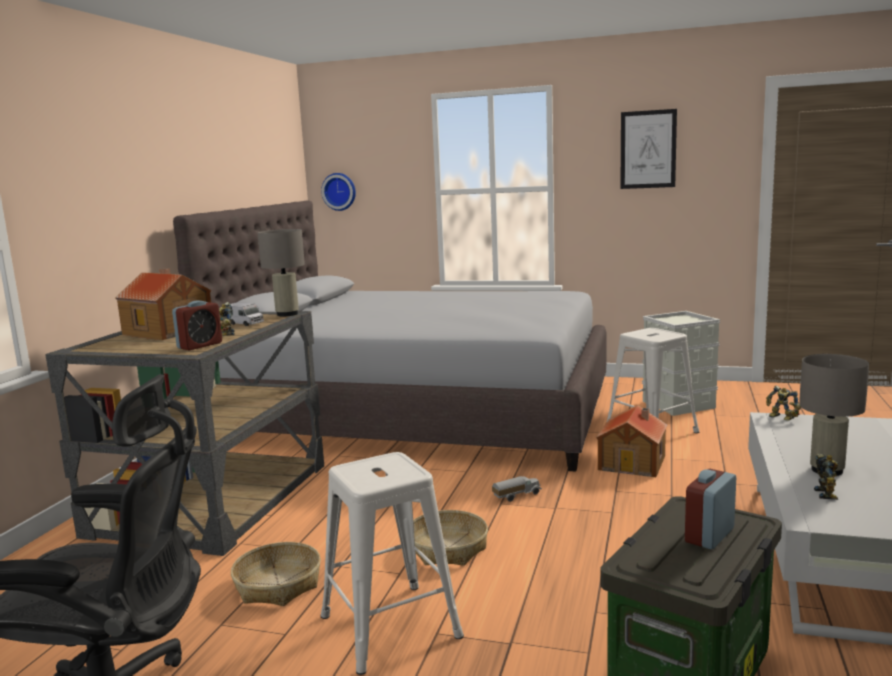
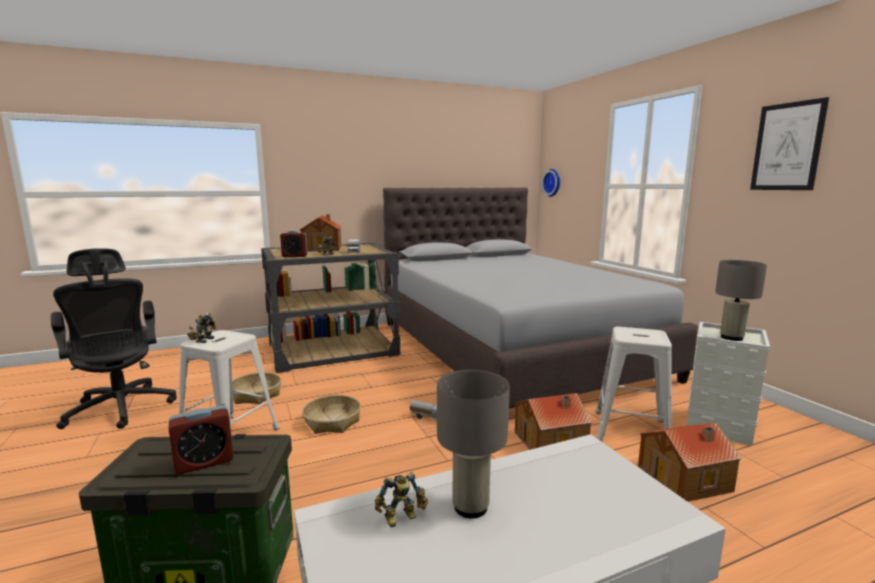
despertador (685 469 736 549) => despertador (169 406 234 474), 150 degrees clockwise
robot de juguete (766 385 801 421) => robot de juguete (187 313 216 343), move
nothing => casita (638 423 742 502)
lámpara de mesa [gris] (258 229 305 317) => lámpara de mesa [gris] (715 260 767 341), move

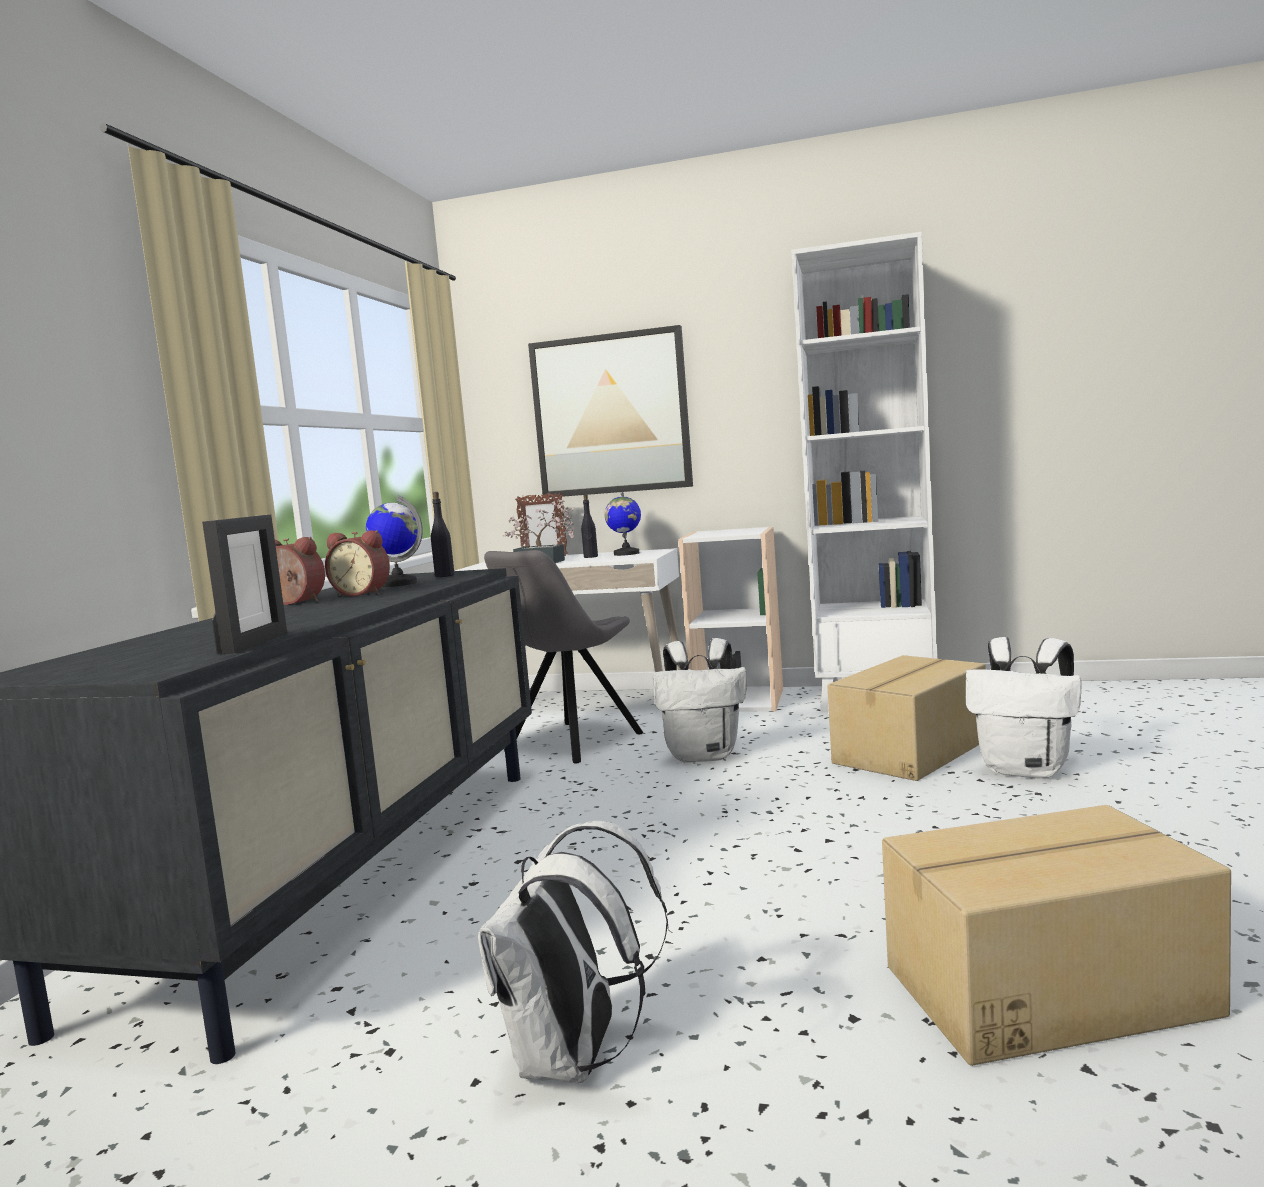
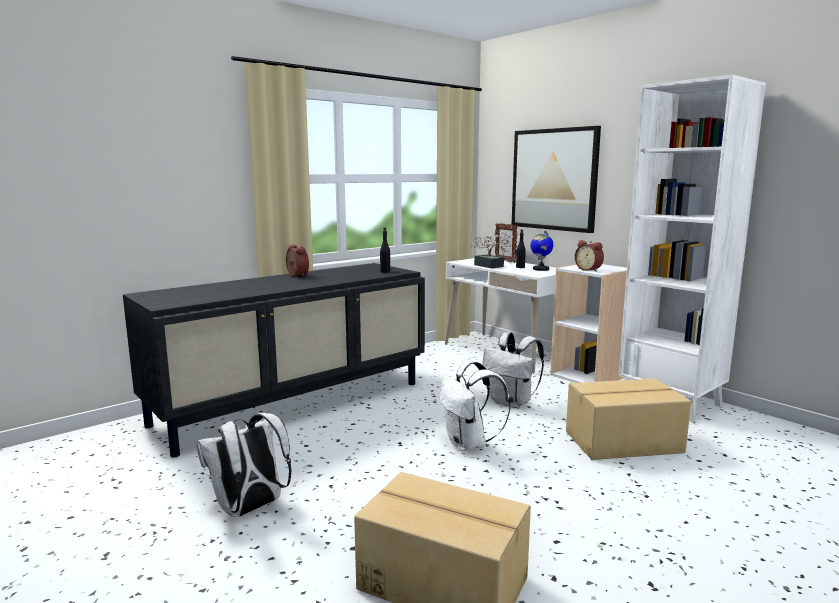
mochila [blanco] (966 637 1082 779) => mochila [blanco] (440 361 510 451), move
despertador (325 530 390 596) => despertador (575 240 604 271), move
portarretratos (202 514 287 654) => nothing
globo terráqueo (366 495 423 587) => nothing
silla [gris] (484 550 644 764) => nothing

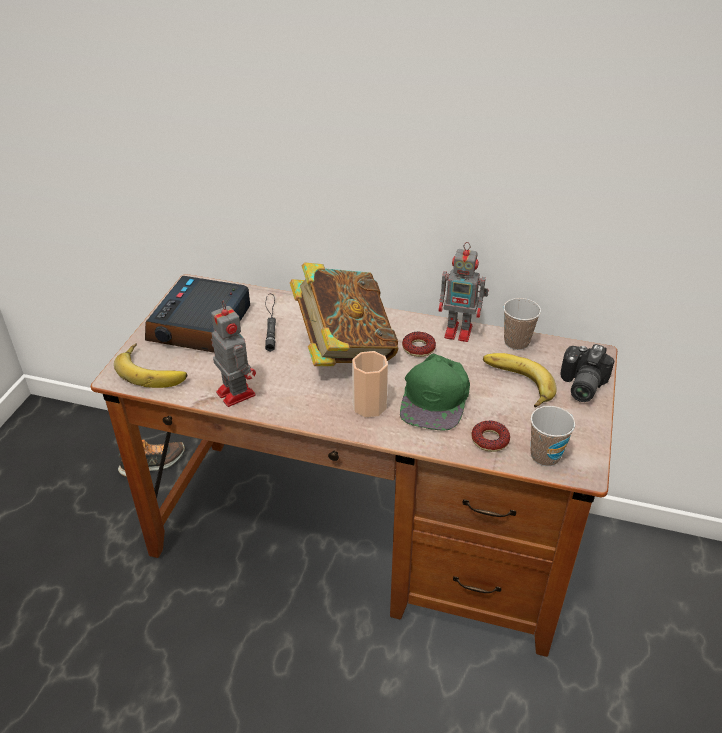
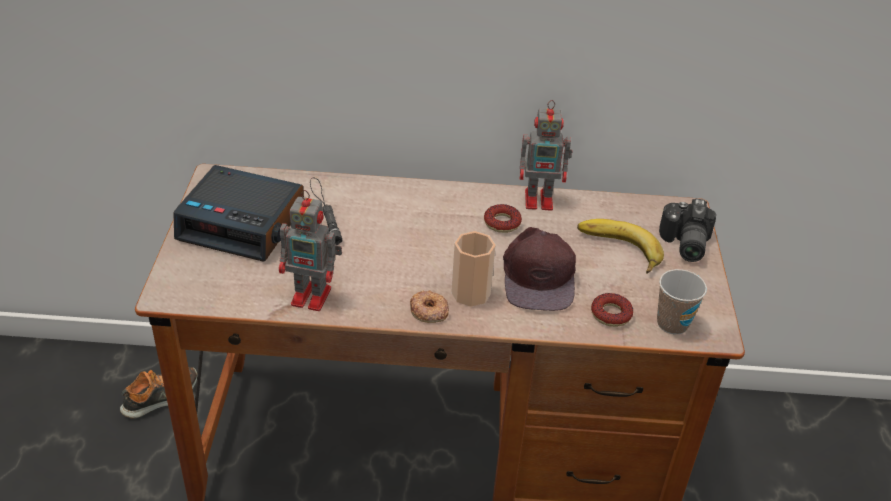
despertador (145 276 250 353) => despertador (174 165 304 261), 75 degrees counterclockwise
robot de juguete (211 301 256 407) => robot de juguete (279 190 342 311), 150 degrees clockwise
nothing => rosquilla (410 290 449 323)
gorra [verde] (400 354 470 430) => gorra [marrón] (503 227 576 311)
plátano (114 343 187 388) => nothing
libro (290 262 398 366) => nothing
taza (503 298 541 350) => nothing

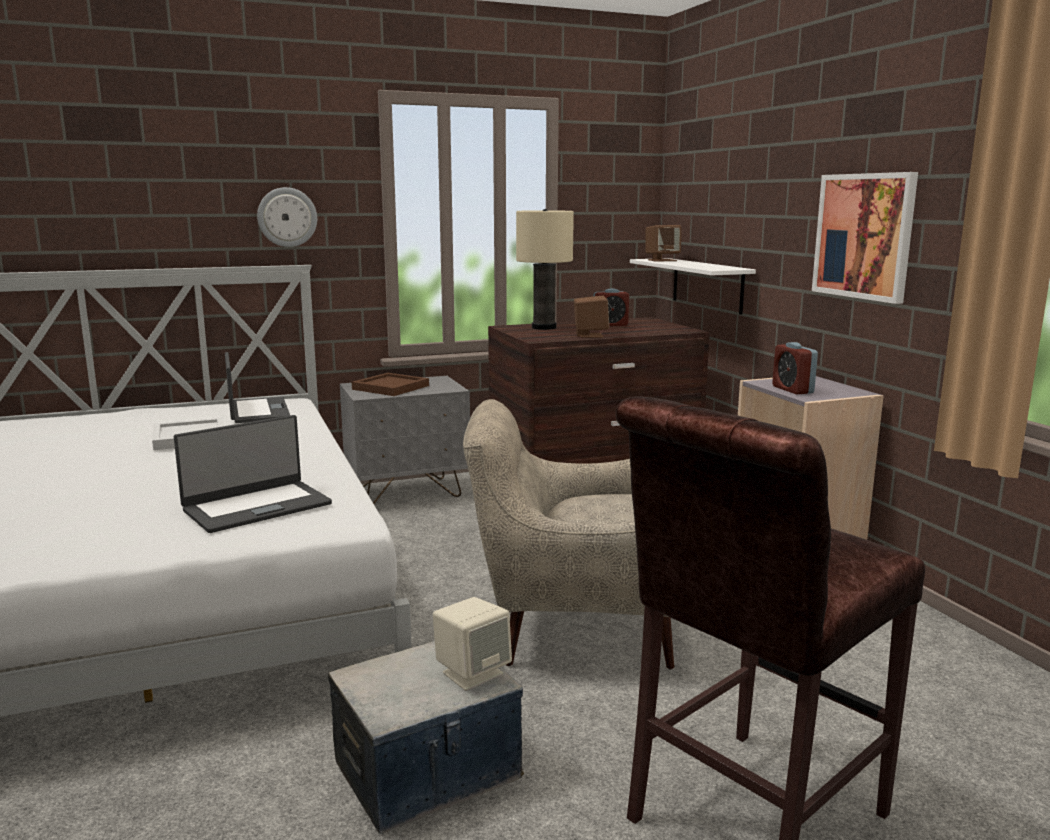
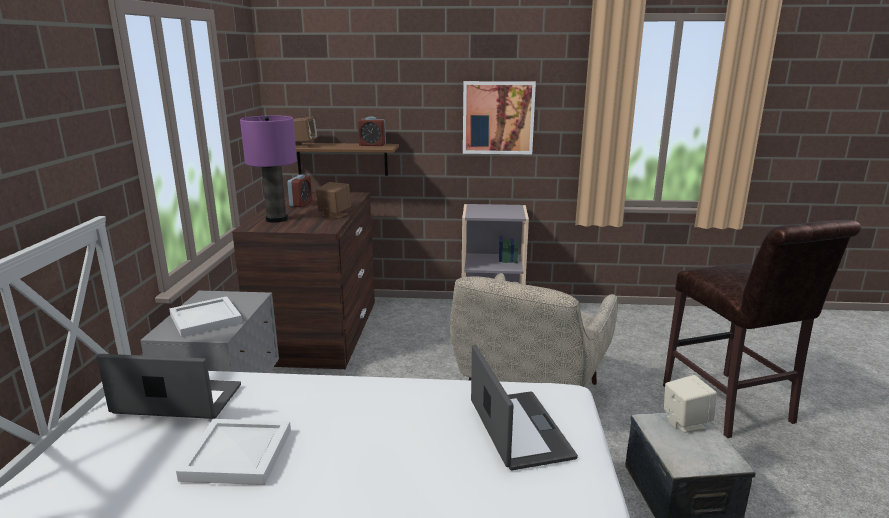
bandeja [marrón] (352 373 429 396) => bandeja [blanco] (169 296 242 337)
lámpara de mesa [beis] (516 209 574 330) => lámpara de mesa [morado] (240 115 297 223)
estante [blanco] (630 258 756 315) => estante [marrón] (296 143 399 176)
despertador (772 342 818 395) => despertador (358 117 386 146), move
reloj de pared (257 187 317 247) => nothing

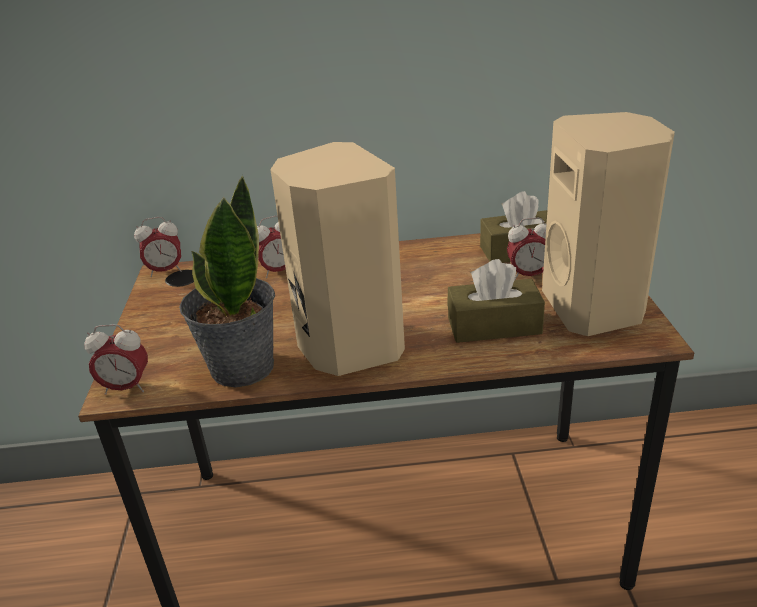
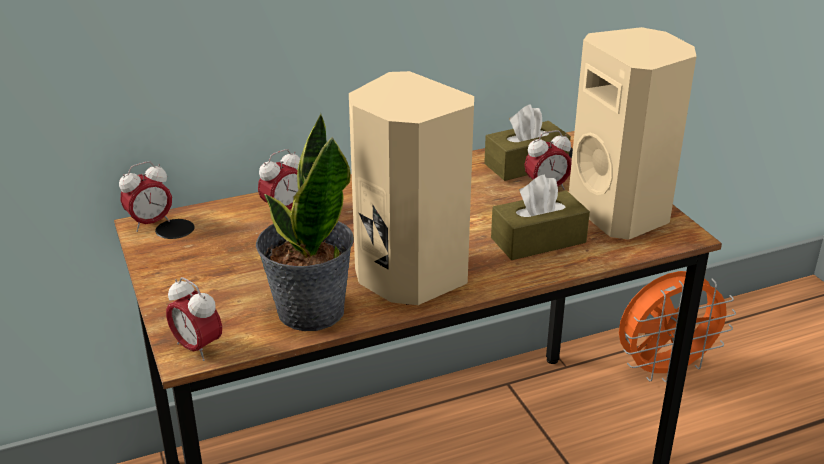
despertador (84 324 148 395) => despertador (166 277 222 361), 60 degrees clockwise
nothing => ventilador [naranja] (619 271 736 382)

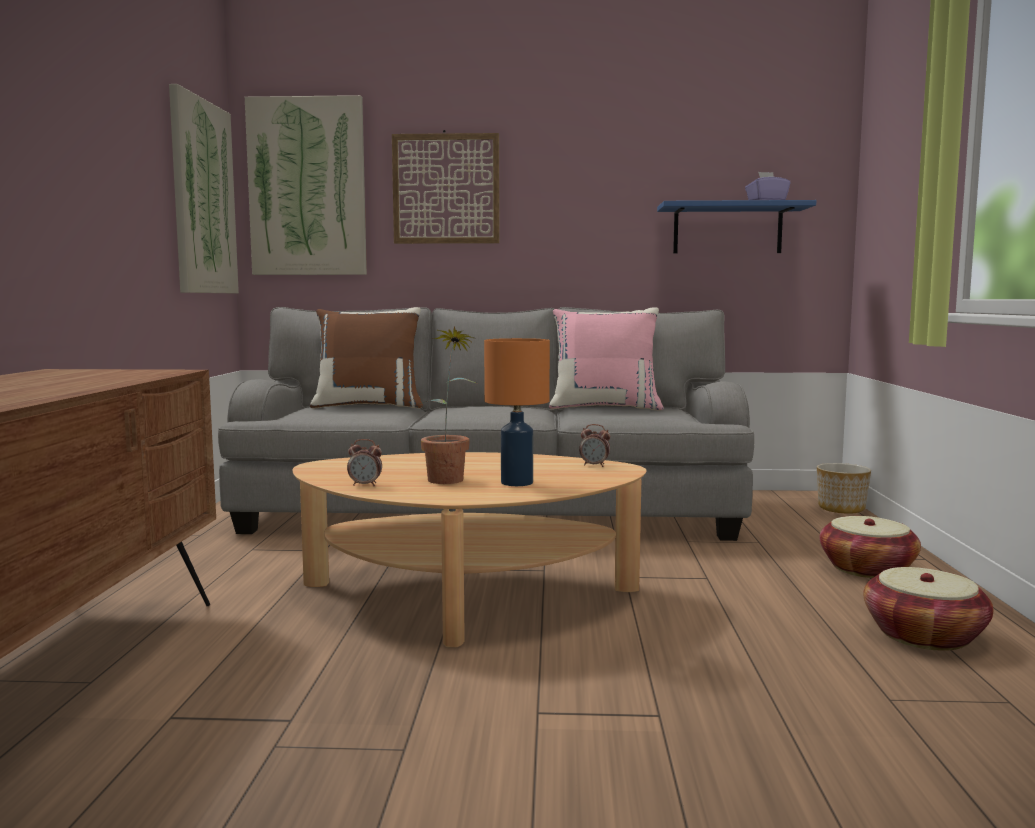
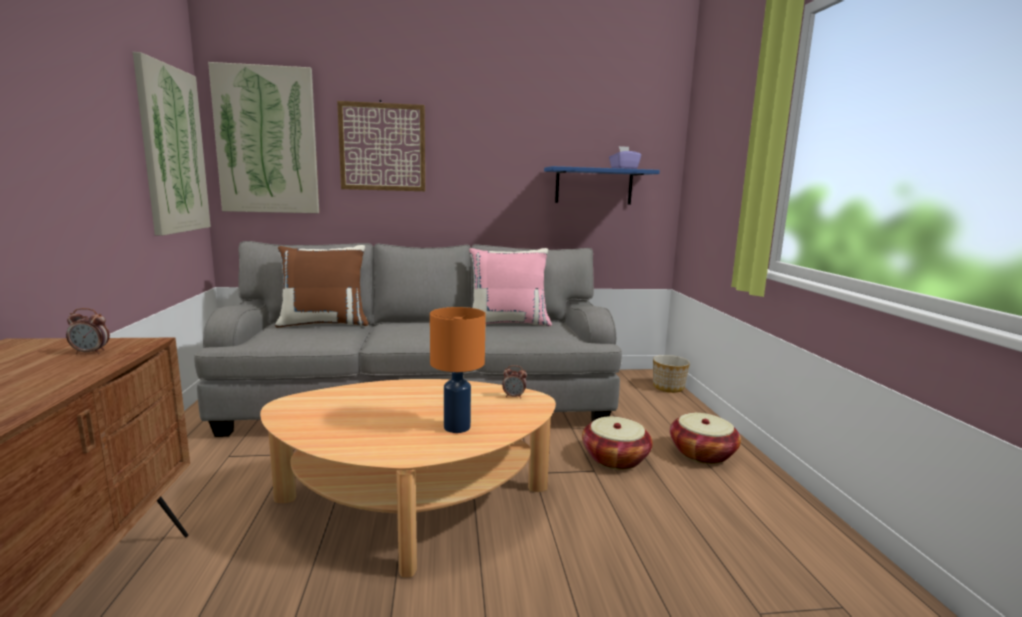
despertador (347 439 382 486) => despertador (66 308 110 354), move
cesta (863 567 993 650) => cesta (582 416 653 470), move
planta en maceta (420 327 476 484) => nothing

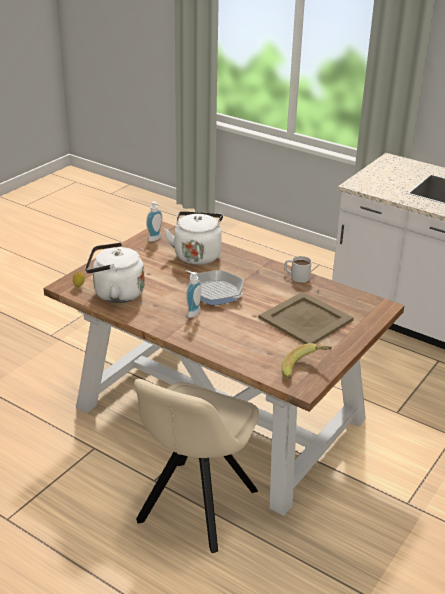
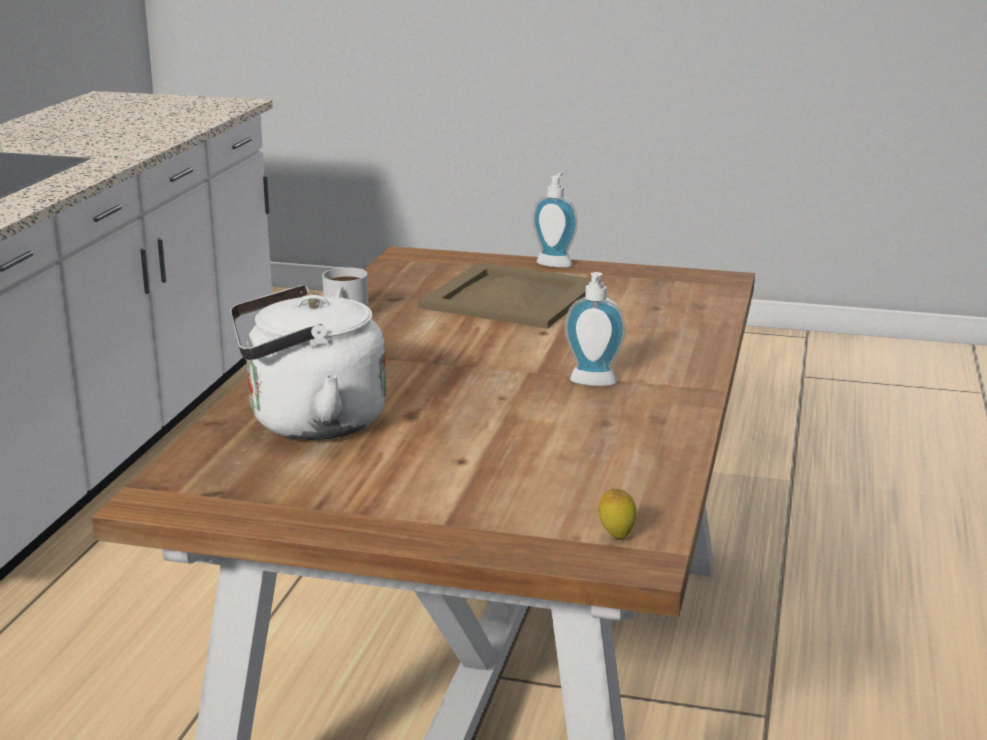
dispensador de jabón (146 201 163 242) => dispensador de jabón (532 173 578 268), move
hervidor [blanco] (85 242 145 303) => nothing
silla [beis] (134 379 259 553) => nothing
sartén (190 270 244 305) => nothing
plátano (282 343 332 379) => nothing

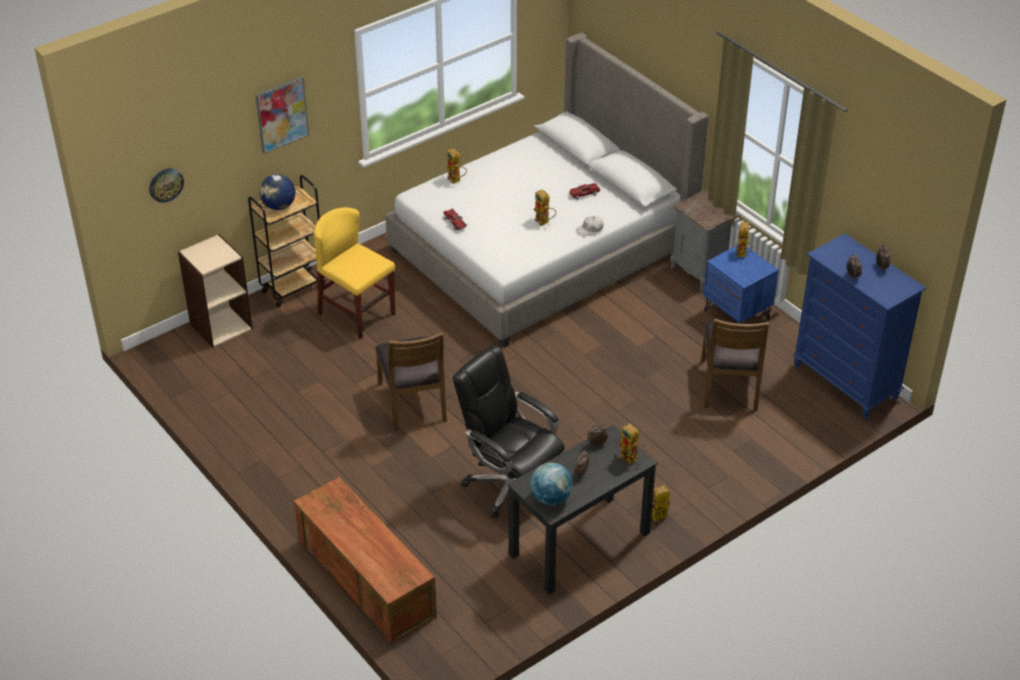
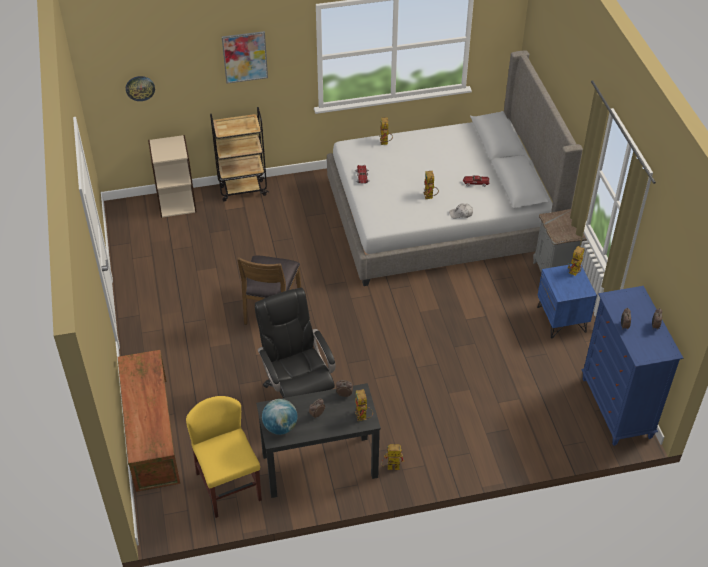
silla [amarillo] (314 207 395 339) => silla [amarillo] (186 396 262 518), move
globo terráqueo (259 174 295 210) => nothing
silla [marrón] (701 319 769 411) => nothing

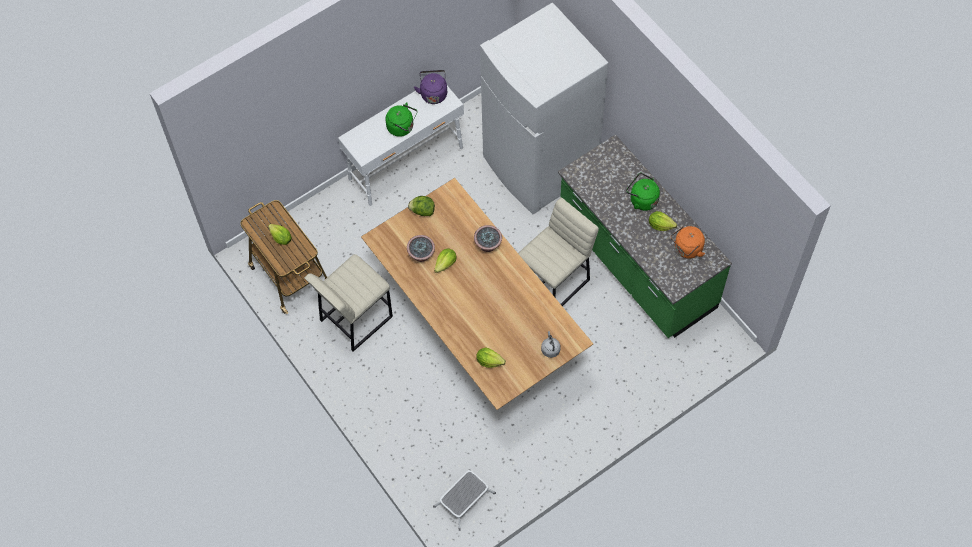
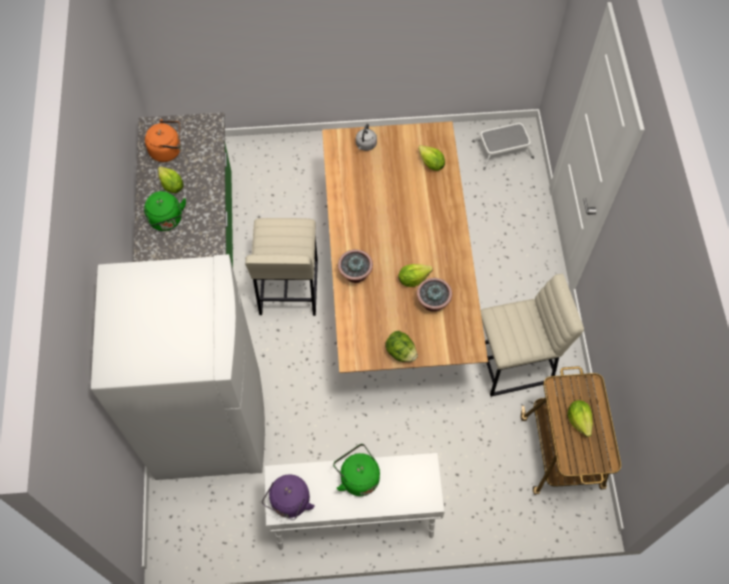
silla [beis] (518 198 599 306) => silla [beis] (245 218 318 316), 75 degrees counterclockwise

